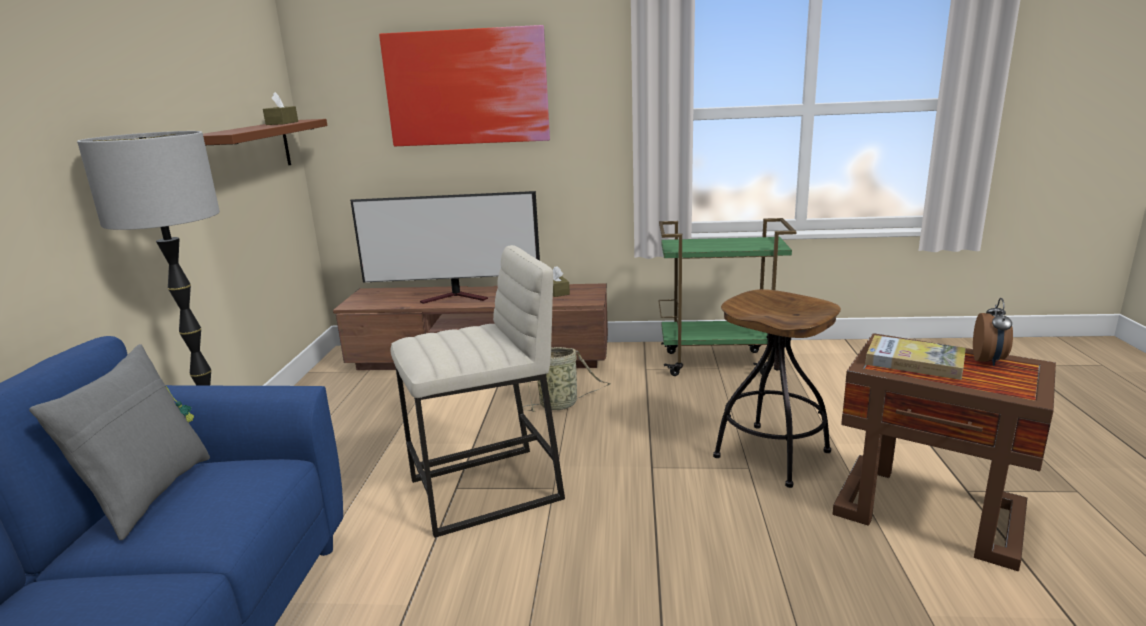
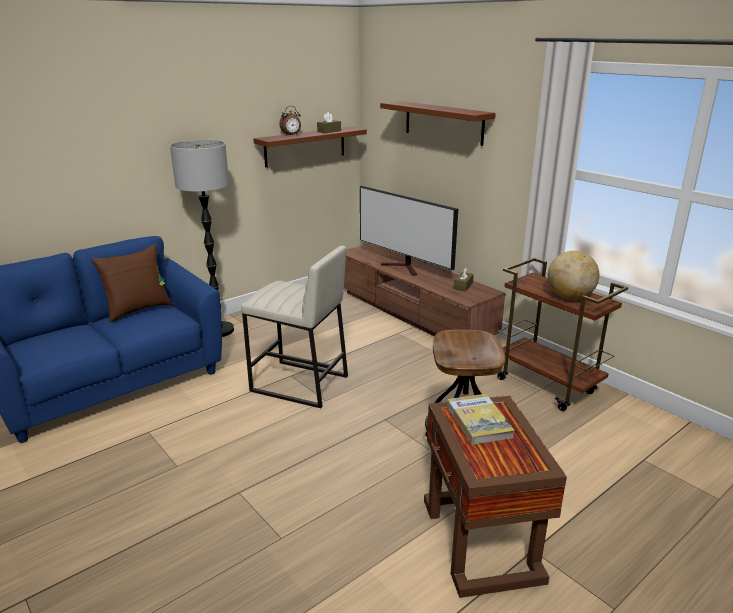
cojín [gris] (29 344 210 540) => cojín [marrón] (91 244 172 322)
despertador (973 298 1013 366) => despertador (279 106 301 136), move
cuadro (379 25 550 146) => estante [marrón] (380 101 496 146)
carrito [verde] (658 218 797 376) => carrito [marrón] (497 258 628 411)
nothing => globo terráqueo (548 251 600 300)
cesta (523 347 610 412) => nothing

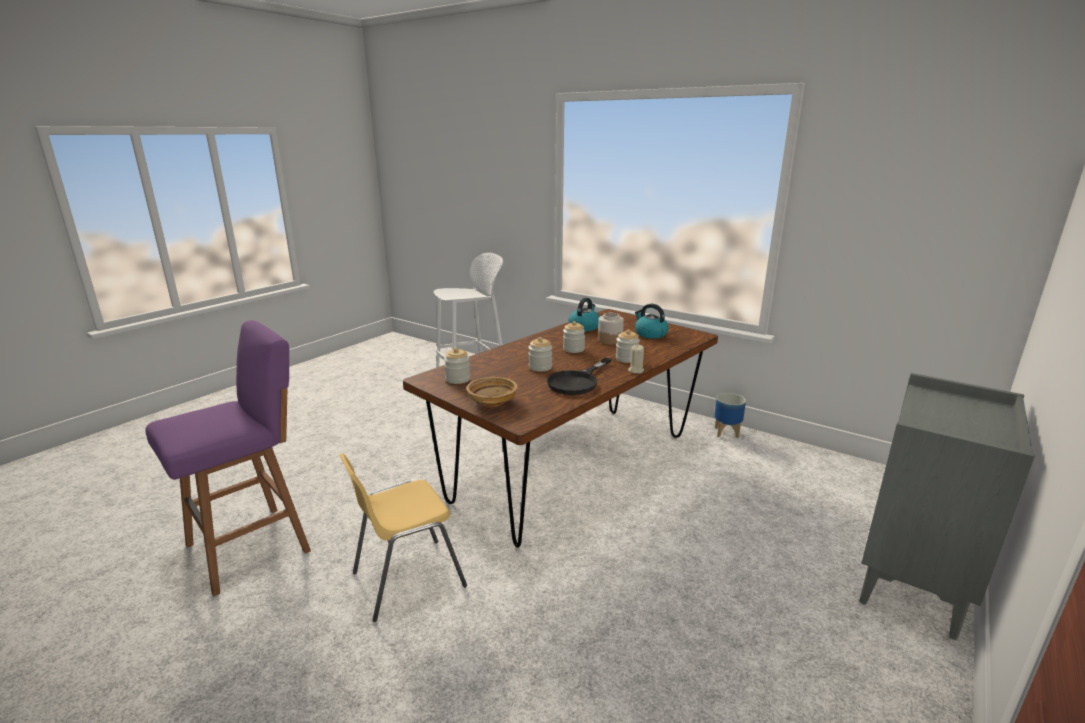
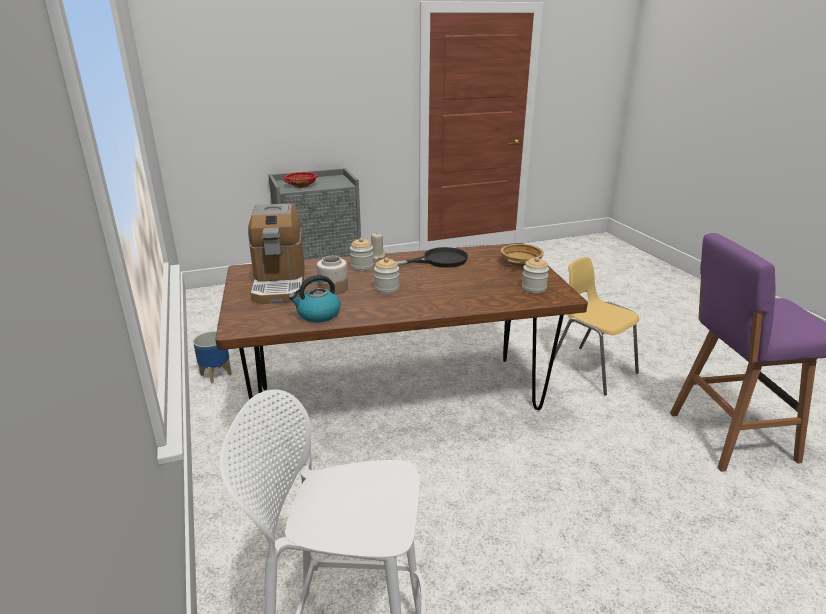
hervidor (635 304 669 339) => cafetera (248 203 305 304)
nothing => cuenco [rojo] (283 172 318 188)
silla [amarillo] (339 453 467 622) => silla [amarillo] (554 257 639 396), 135 degrees counterclockwise
tarro (528 337 552 372) => nothing

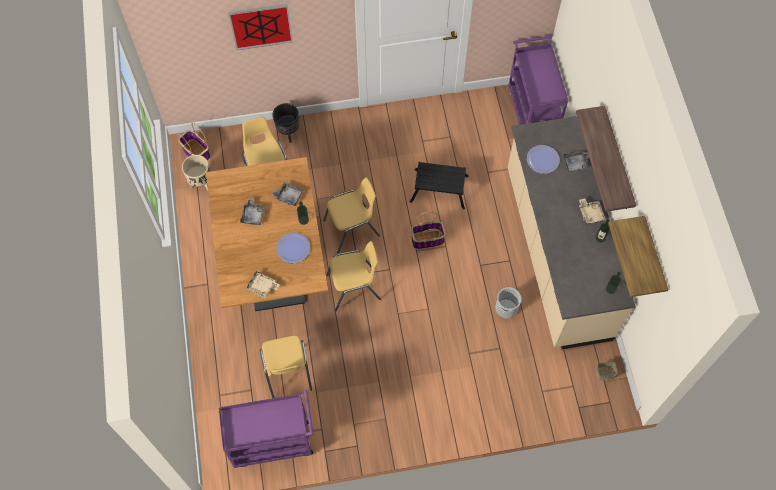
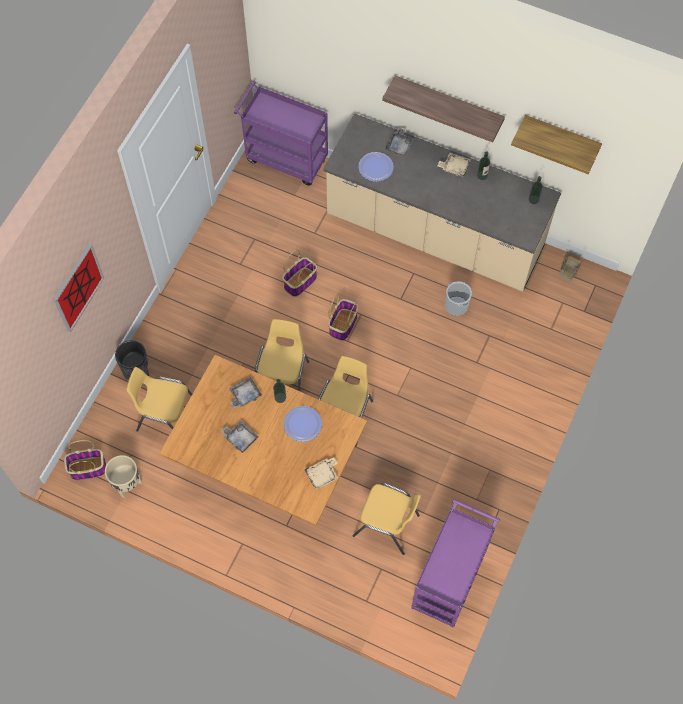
escalera de tijera [negro] (410 162 469 210) => cesta (282 250 317 297)

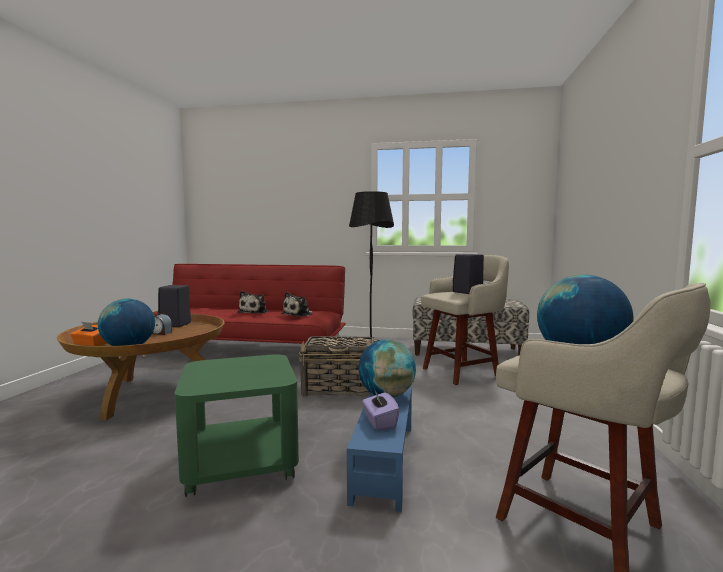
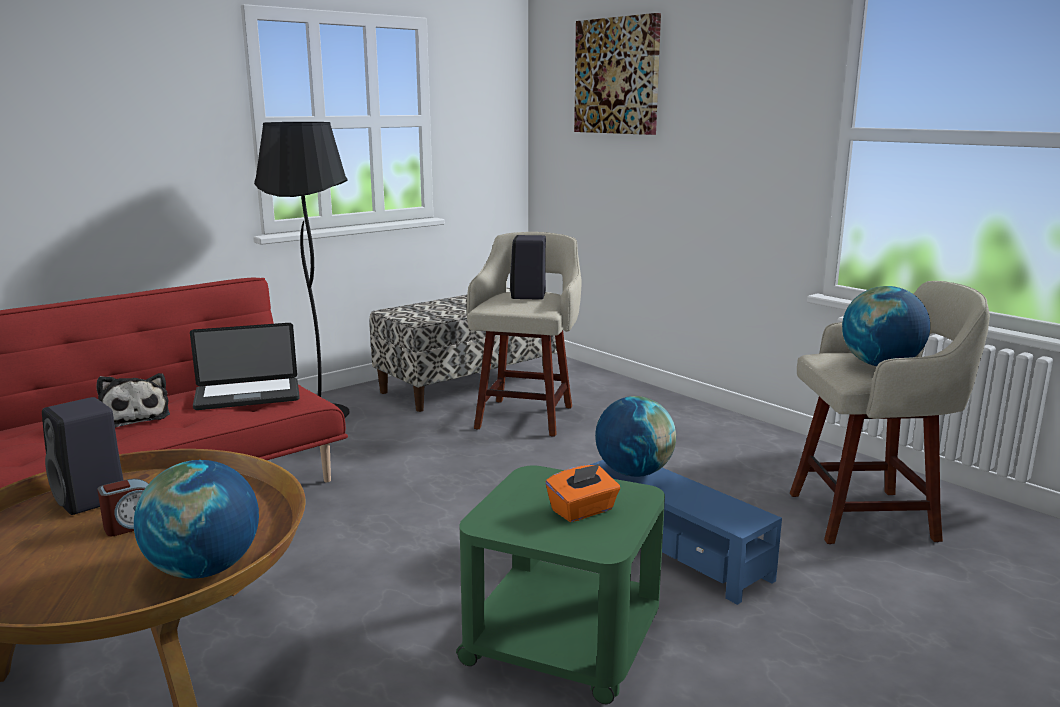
peluche (282 292 313 317) => portátil (190 323 300 410)
caja de pañuelos [naranja] (70 321 107 346) => caja de pañuelos [naranja] (545 464 620 522), move
nothing => cuadro (574 13 661 135)
cesta (298 336 377 397) => nothing
caja de pañuelos [morado] (362 389 400 431) => nothing

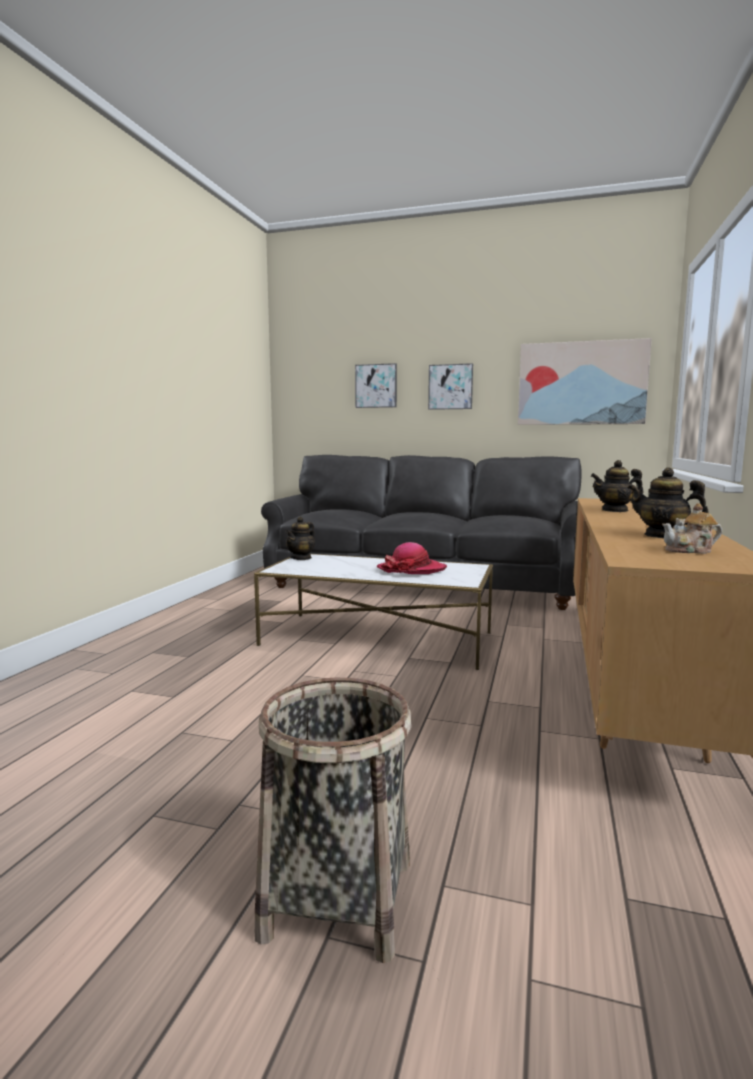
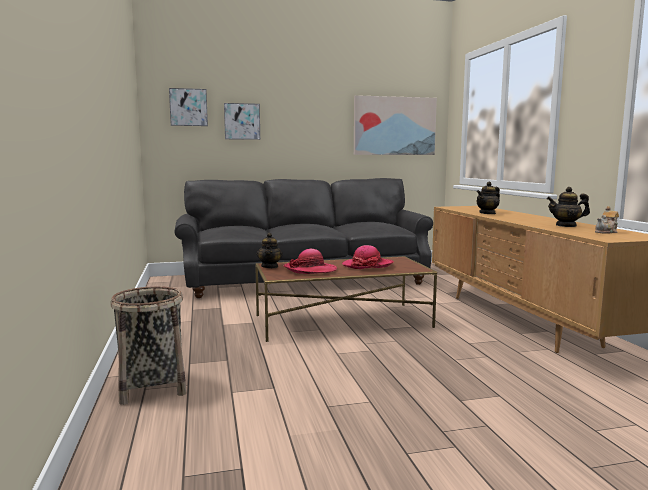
cesta (254 678 412 963) => cesta (110 286 187 405), move
cuadro (428 363 473 410) => cuadro (169 88 208 126), move
mesa de centro [blanco] (254 554 493 670) => mesa de centro [marrón] (255 256 437 342)
nothing => sombrero (283 249 337 274)

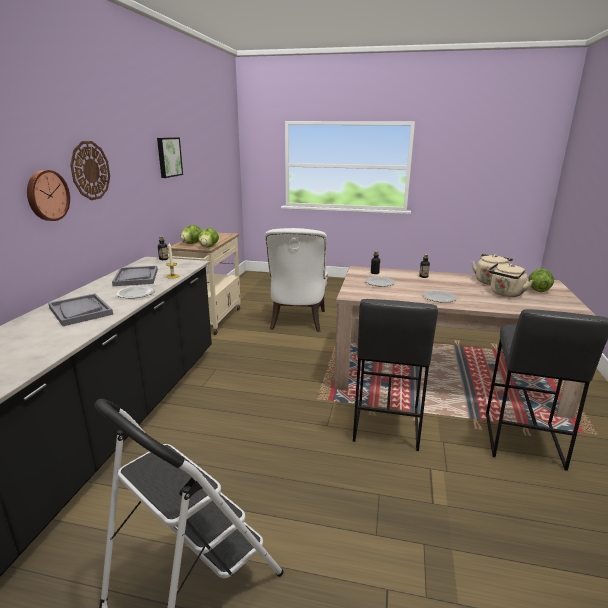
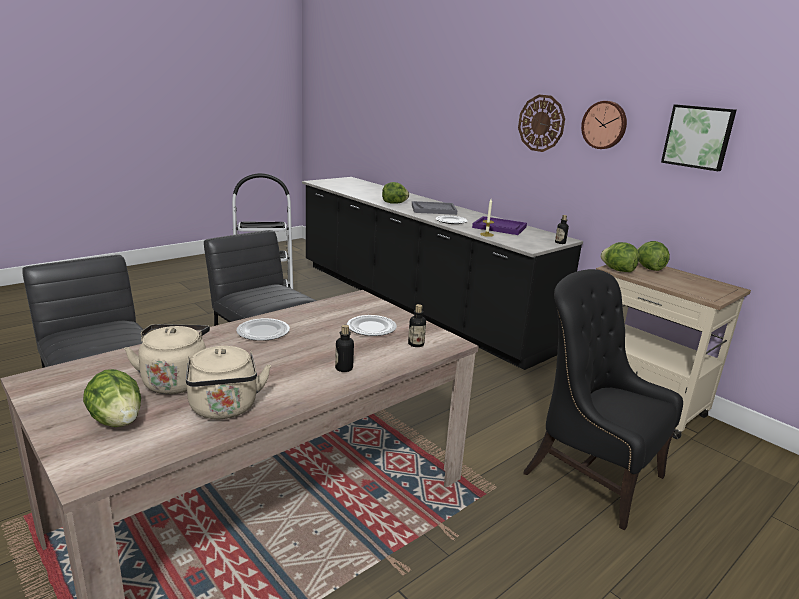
nothing => lechuga (382 182 409 204)
bandeja [gris] (112 266 158 286) => bandeja [morado] (472 216 527 235)
silla [blanco] (265 228 328 332) => silla [negro] (523 269 683 531)
reloj de pared (27 170 70 221) => reloj de pared (581 101 627 149), move

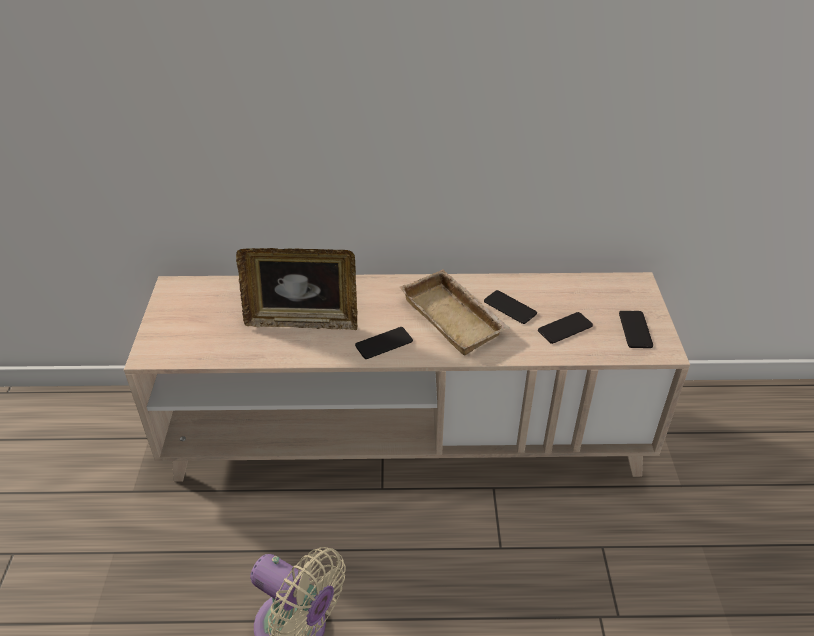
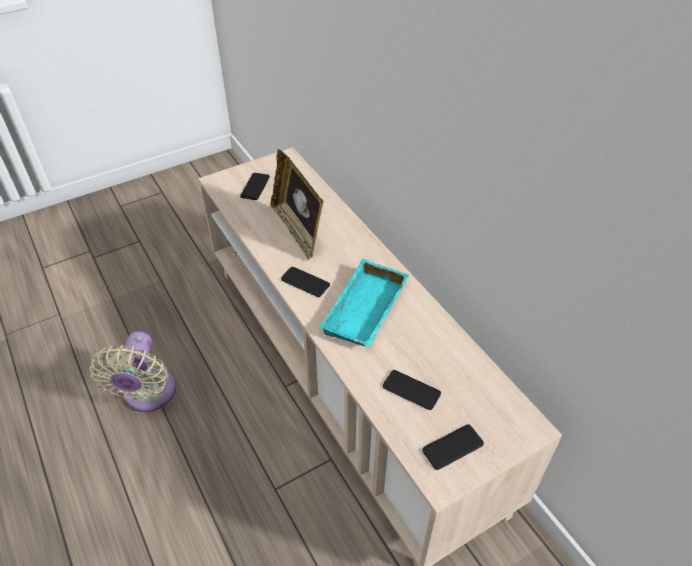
móvil (484 290 537 324) => móvil (240 173 270 200), move
bandeja [beis] (399 269 510 355) => bandeja [turquesa] (319 259 409 347)

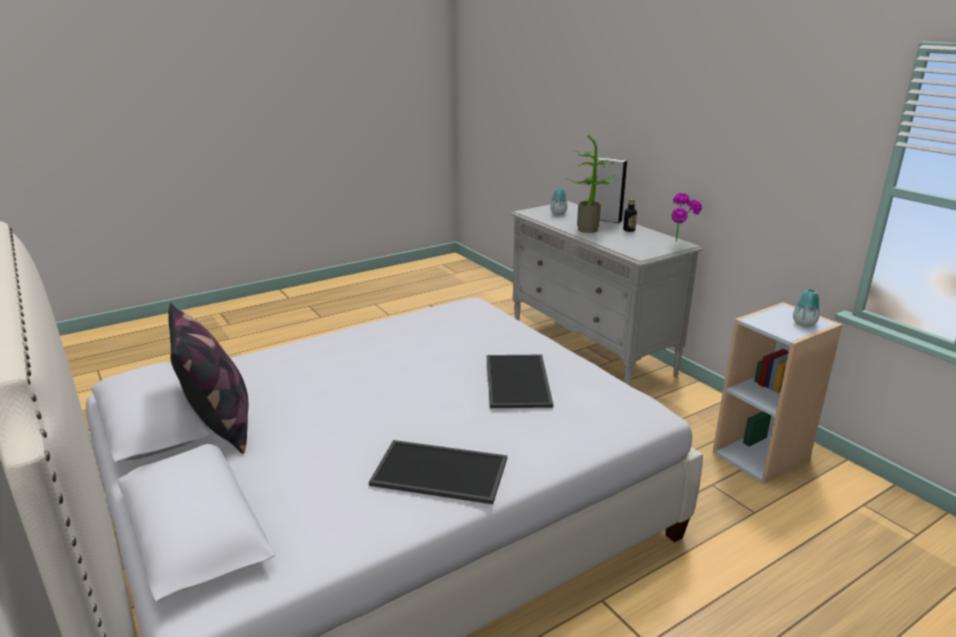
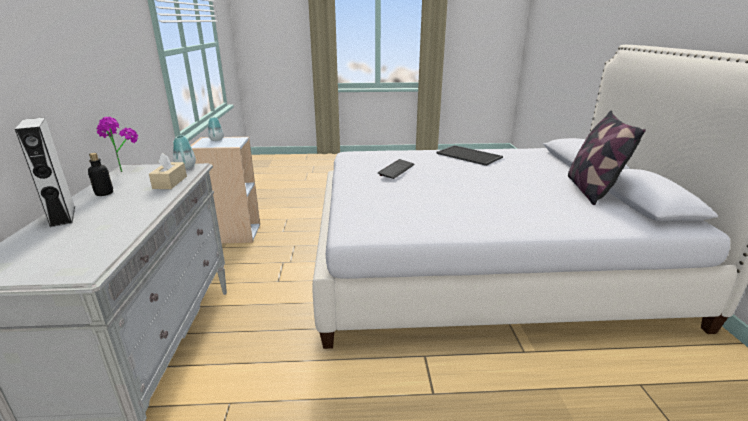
nothing => caja de pañuelos [beis] (149 153 187 189)
florero (550 188 567 215) => florero (173 135 196 169), move
bandeja (487 355 553 408) => teclado (378 159 415 179)
planta en maceta (566 135 616 233) => nothing

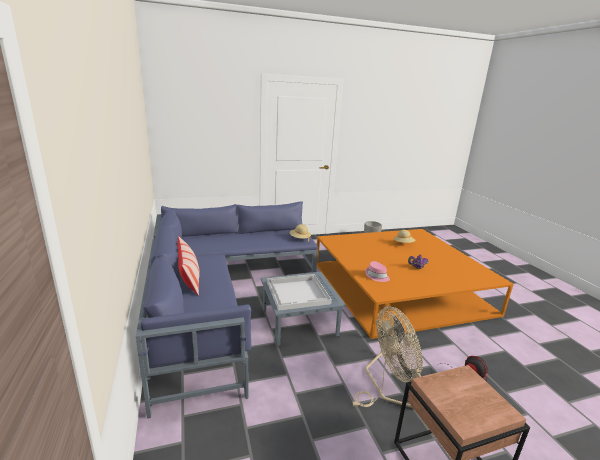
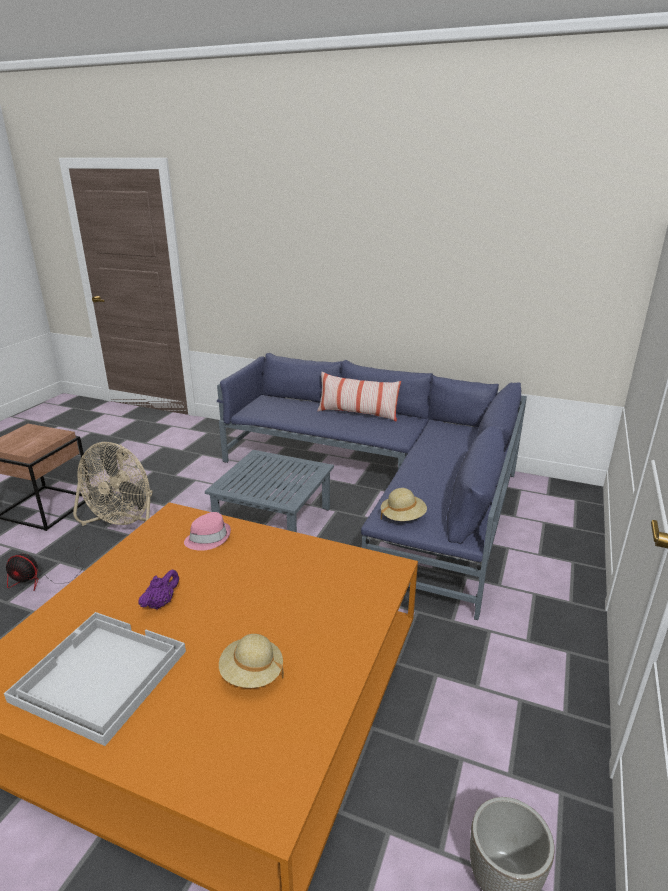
bandeja [blanco] (267 274 332 311) => bandeja [blanco] (4 612 186 746), move

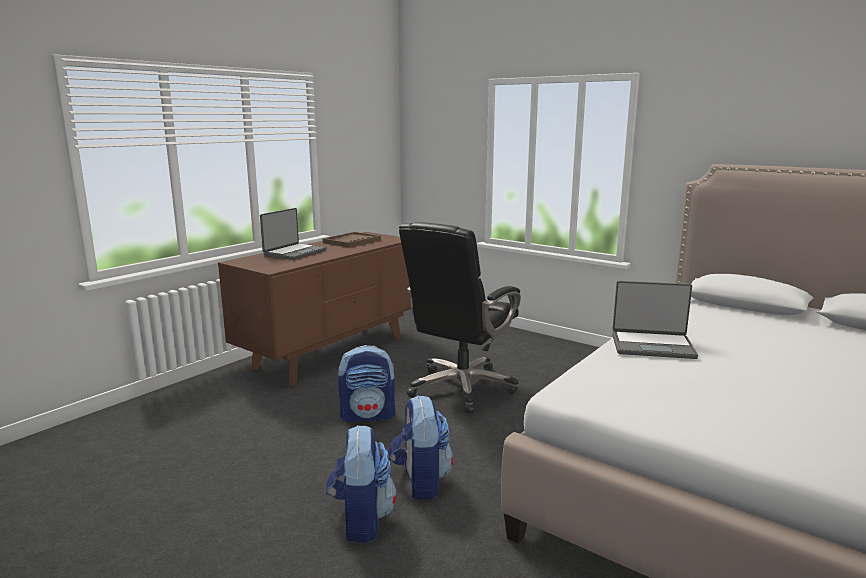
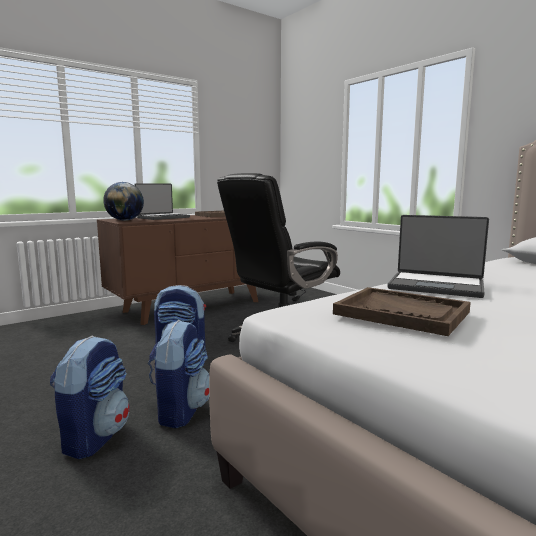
nothing => globo terráqueo (103 182 144 221)
nothing => bandeja [marrón] (333 287 471 336)

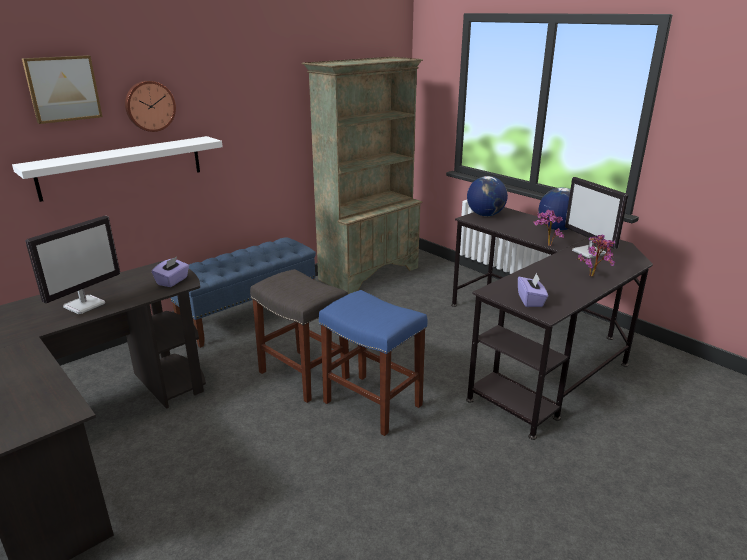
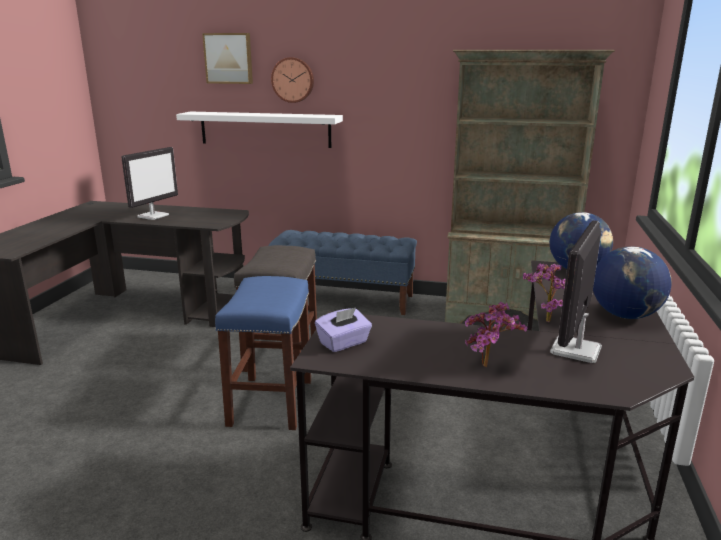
monitor (25 215 120 314) => monitor (121 147 178 220), 60 degrees counterclockwise
caja de pañuelos [morado] (152 256 189 287) => nothing

